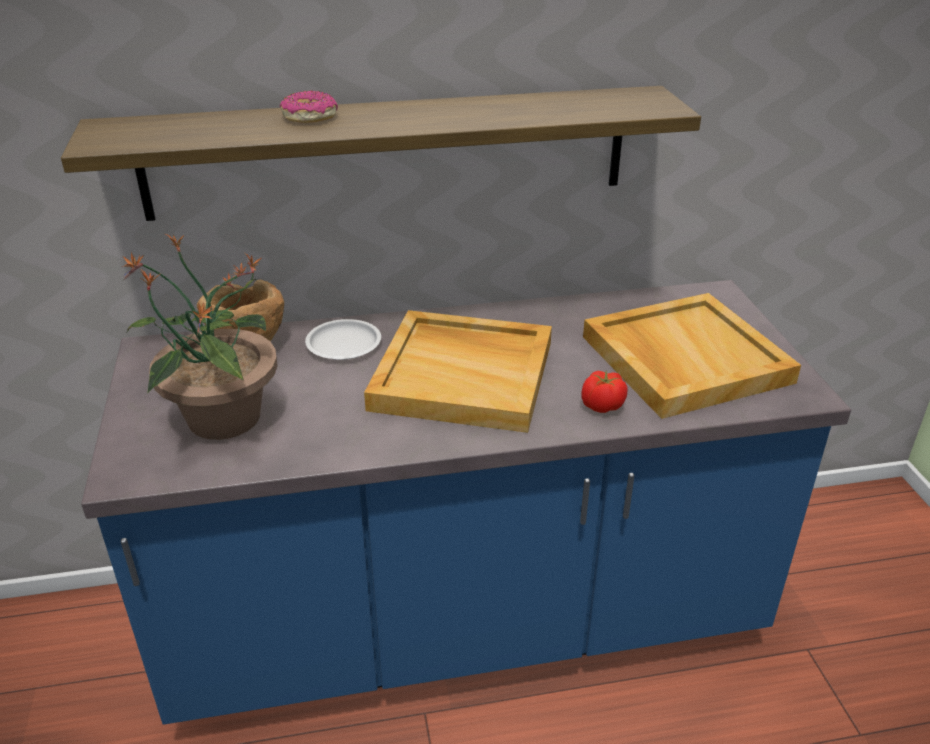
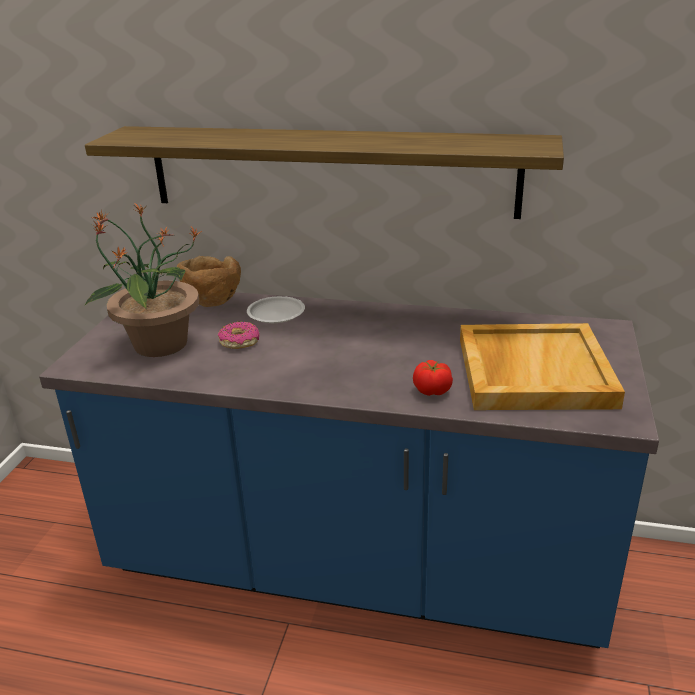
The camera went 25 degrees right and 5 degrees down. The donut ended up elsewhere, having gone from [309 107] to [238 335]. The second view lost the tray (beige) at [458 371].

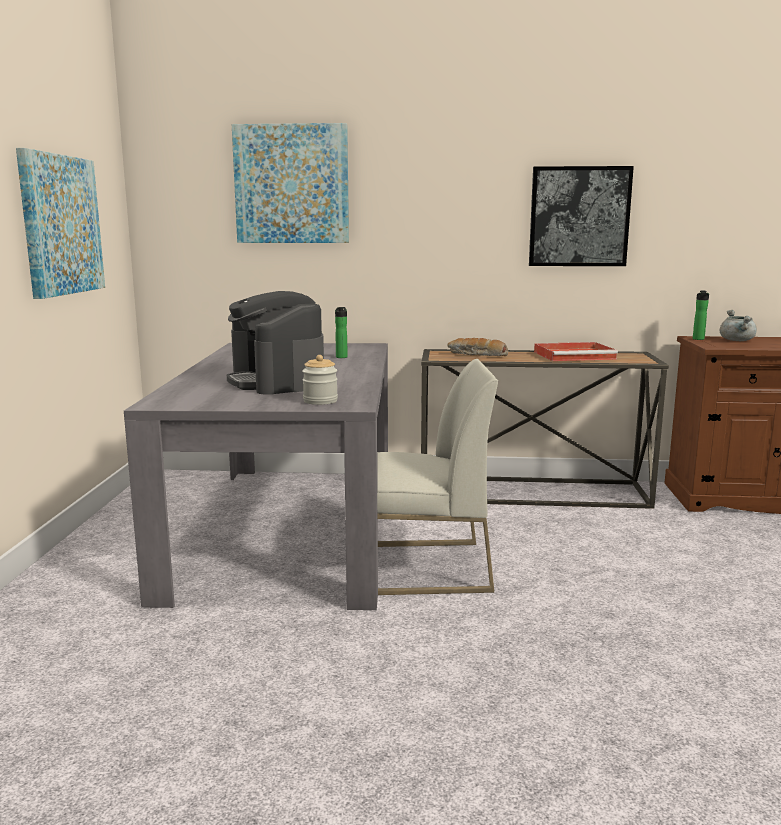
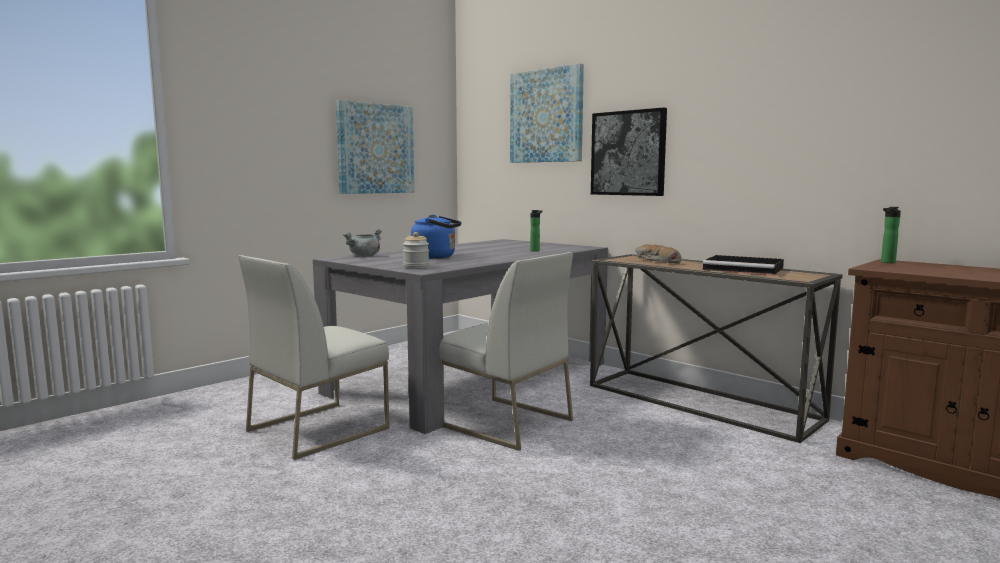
The camera went 40 degrees right and 5 degrees down. The picture ended up elsewhere, having gone from [581 216] to [629 152]. Where the coffee machine stood at [275 343], the kettle (blue) came to stand at [436 236]. The cooking pot (grey) ended up elsewhere, having gone from [738 325] to [362 242]. What was the tray (red) at [576 351] turned into the tray (black) at [743 265]. The second view gained the chair (white) at [313 357].

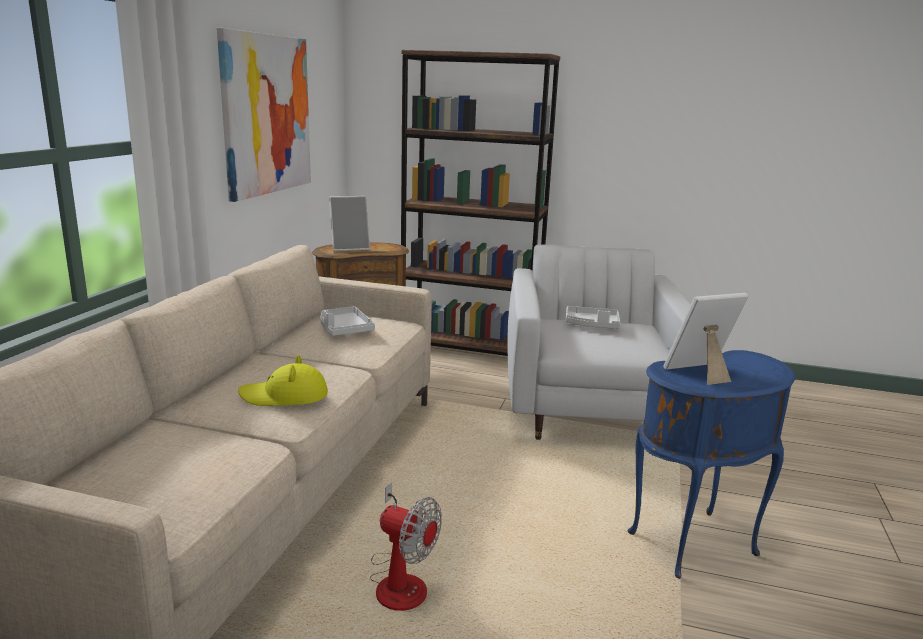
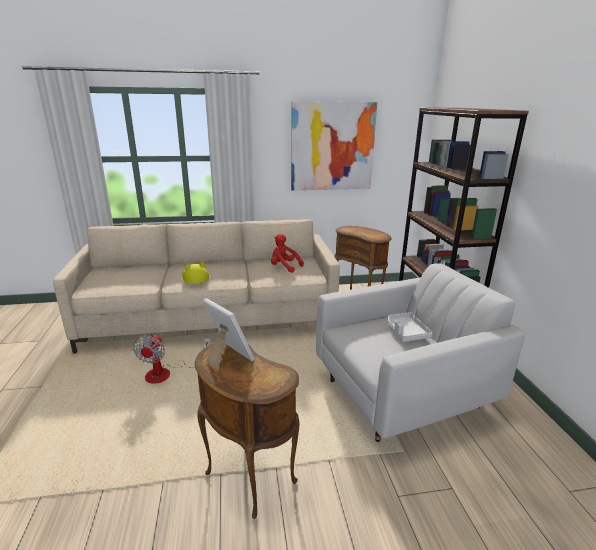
The camera went 65 degrees right and 5 degrees up. The second view lost the picture frame at [349 224]. Where the tray (grey) stood at [347 321], the plush toy (red) came to stand at [287 253]. What was the side table (blue) at [711 464] turned into the side table (brown) at [247 430].

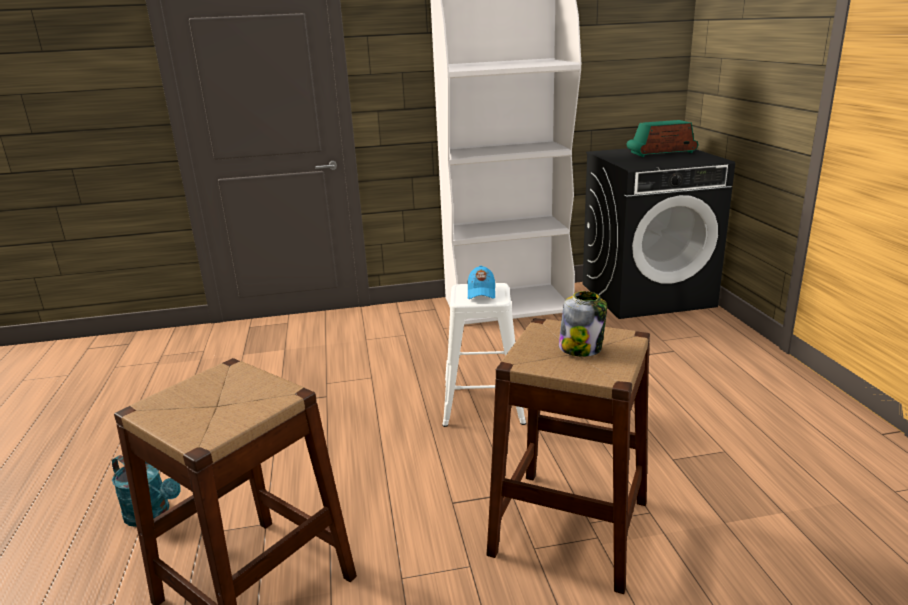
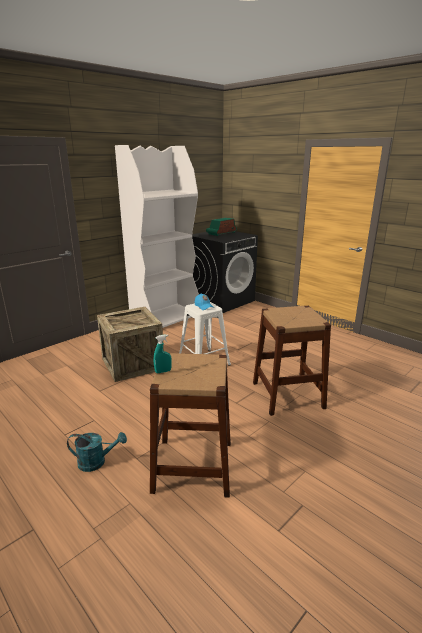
The camera went 35 degrees left and 0 degrees up. The second view lost the jar at [583 324]. The second view gained the crate at [130 344]. The second view gained the spray bottle (turquoise) at [163 353].

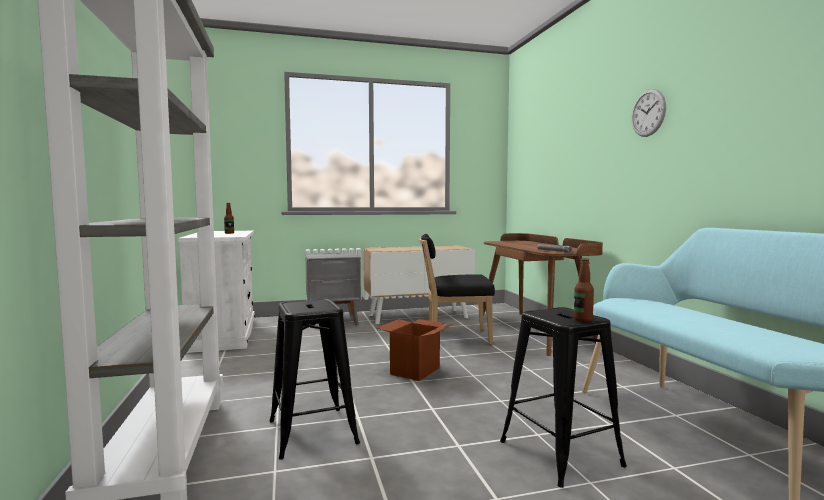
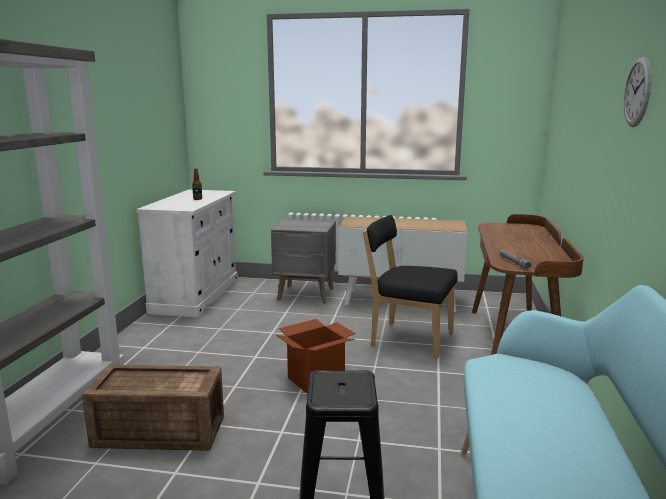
The camera went 25 degrees right and 10 degrees up. The second view lost the bottle at [584 290]. Where the stool (black) stood at [315 379], the crate came to stand at [153 408].

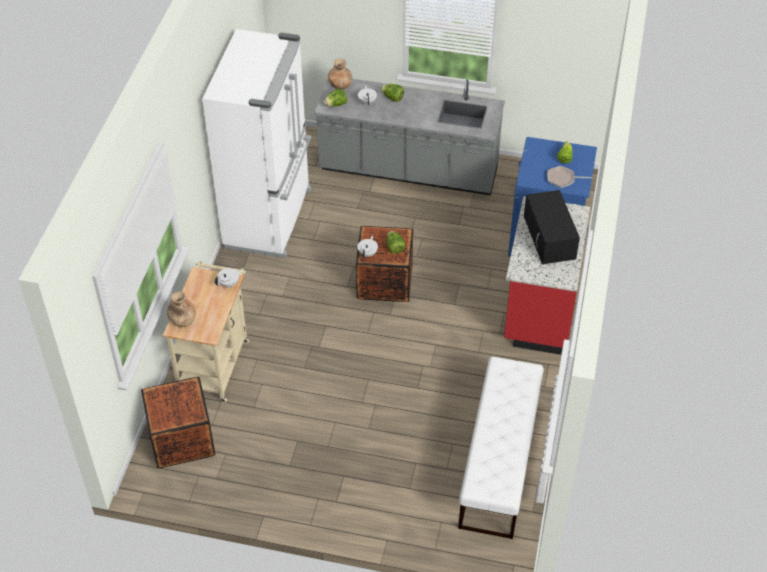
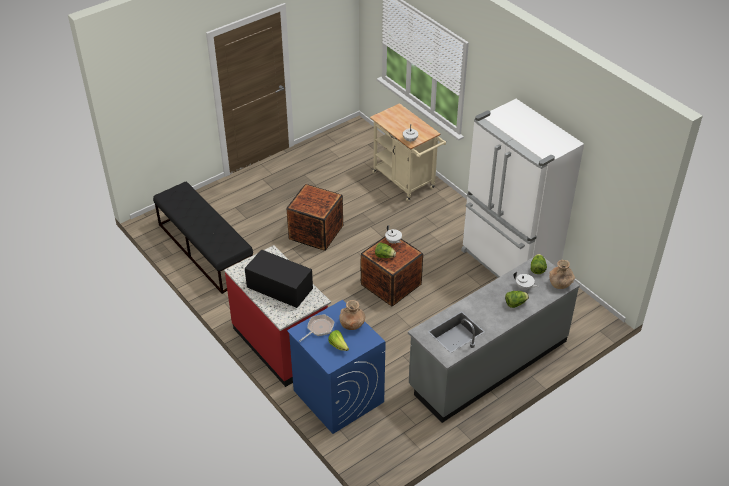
The camera went 130 degrees right and 5 degrees down. The vase (brown) ended up elsewhere, having gone from [181 309] to [352 315]. What was the bench (white) at [501 448] turned into the bench (black) at [203 238]. The crate ended up elsewhere, having gone from [178 422] to [315 217].

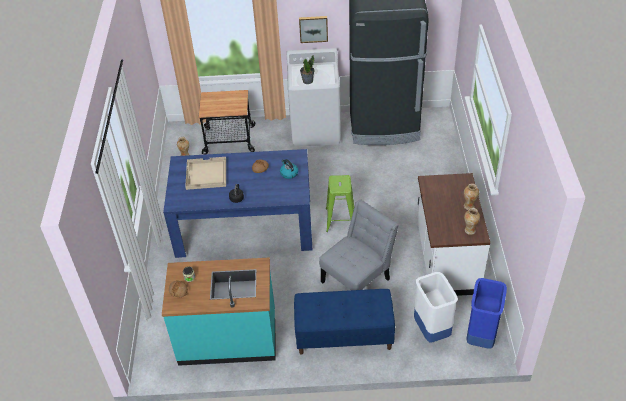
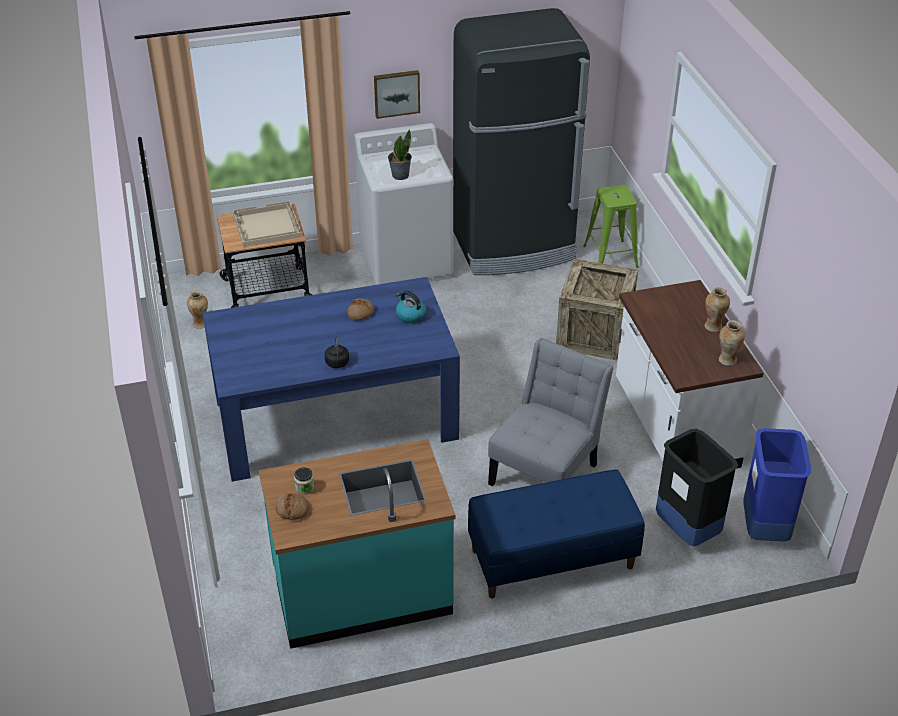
The camera went 15 degrees left and 5 degrees down. The tray (beige) ended up elsewhere, having gone from [205 173] to [267 224]. The stool (green) ended up elsewhere, having gone from [340 203] to [610 226]. What was the trash can (white) at [436 307] turned into the trash can (black) at [697 487]. The second view gained the crate at [597 310].

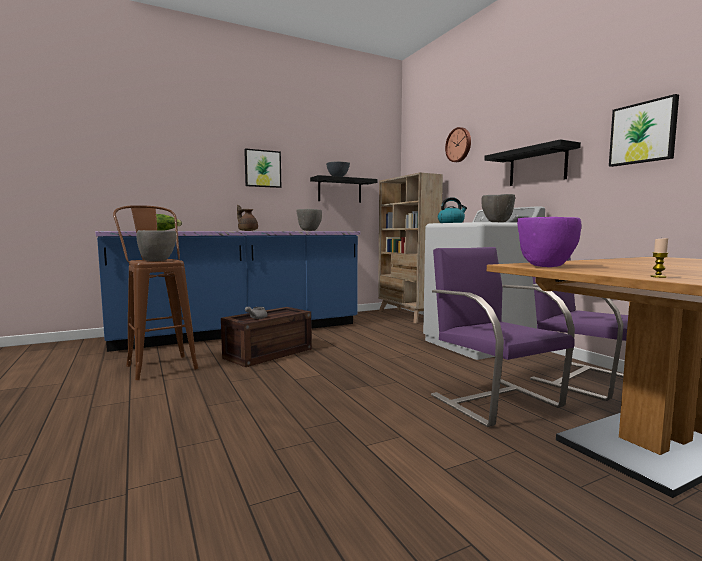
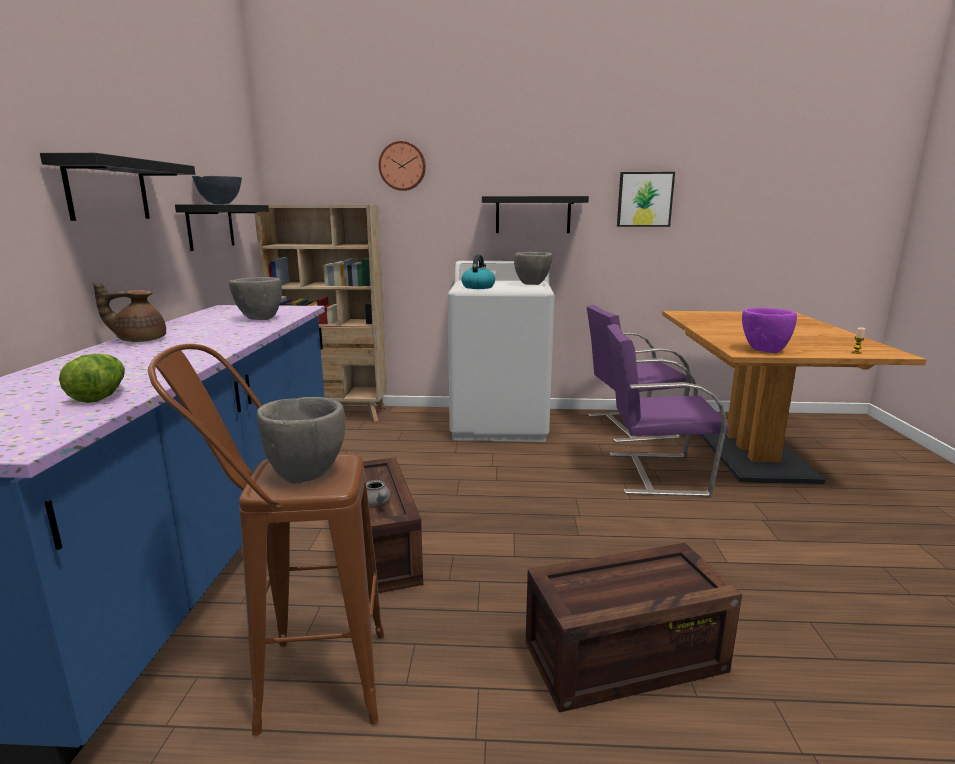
The camera went 60 degrees left and 10 degrees up. Where the picture hung at [262 168], the shelf (black) came to hang at [117 187]. The second view gained the crate at [634 628].

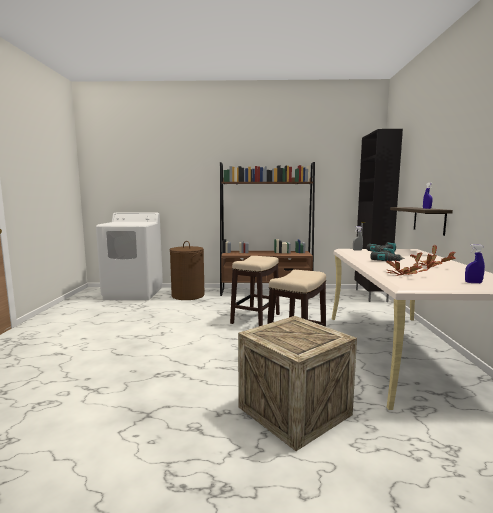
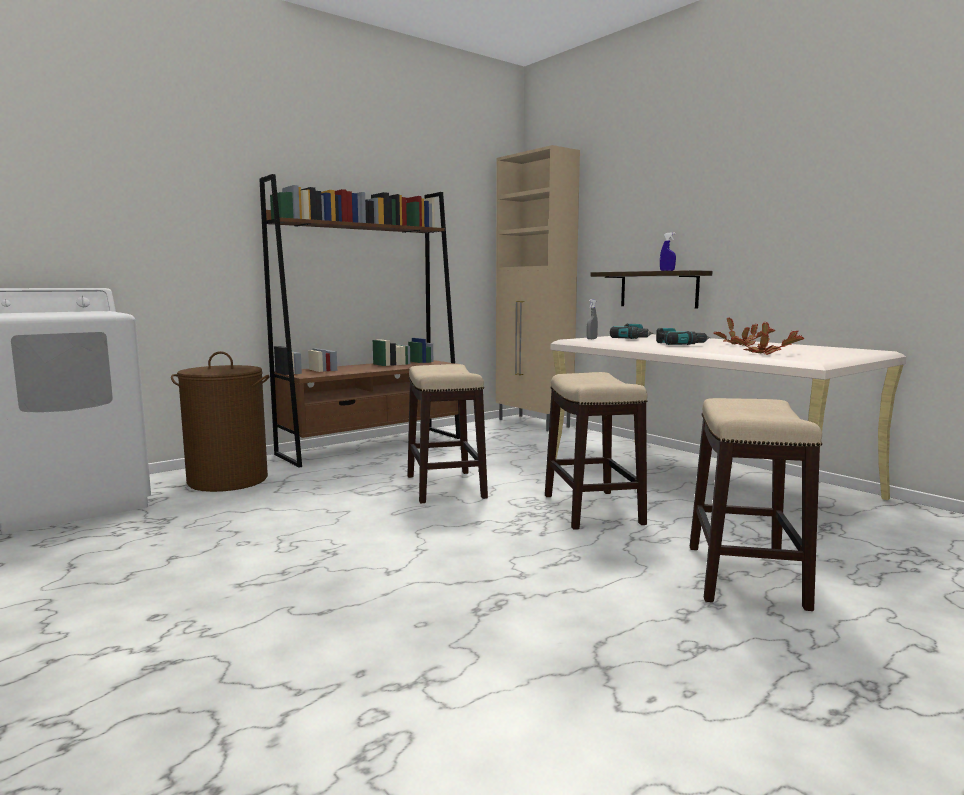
The camera went 40 degrees left and 0 degrees up. What was the cabinet (black) at [378 215] turned into the cabinet (beige) at [538 288]. The second view lost the spray bottle (blue) at [475 263]. Where the crate stood at [297 383], the stool came to stand at [756 504].

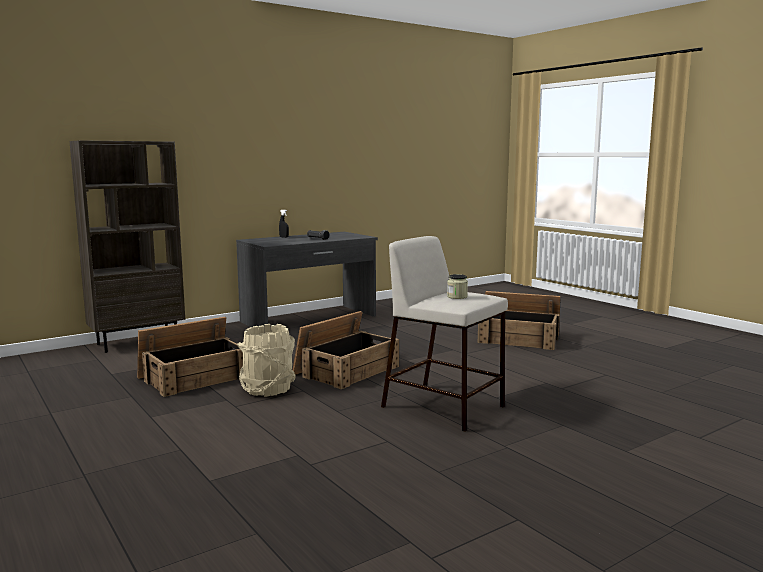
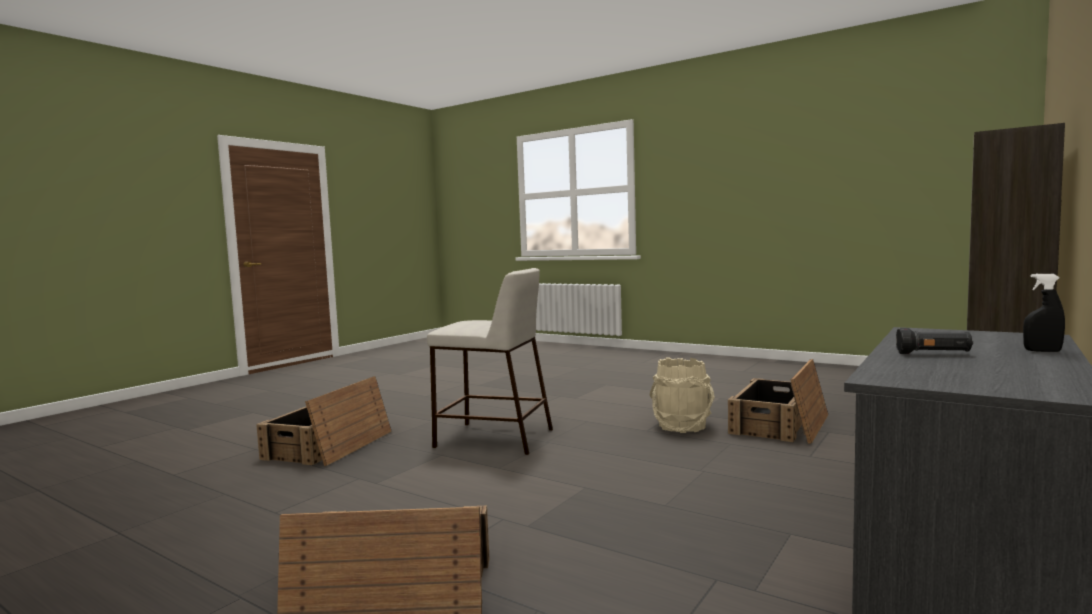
The camera went 160 degrees right and 5 degrees down. The second view lost the jar at [457 286]. The crate ended up elsewhere, having gone from [345 350] to [324 421].

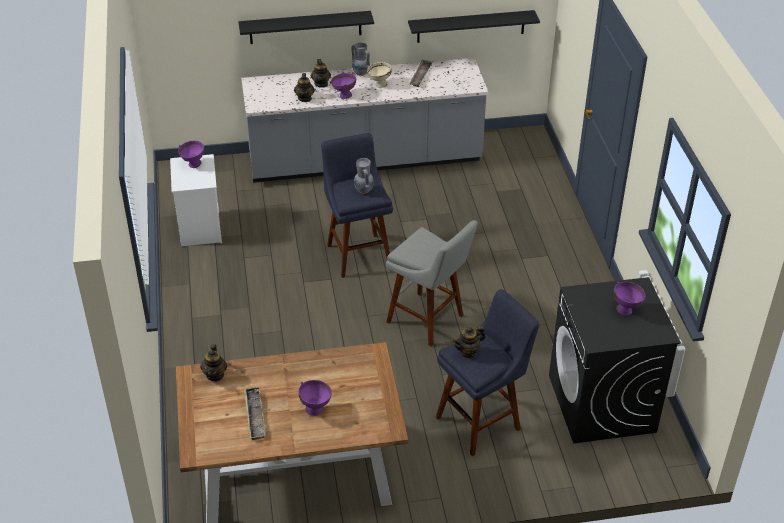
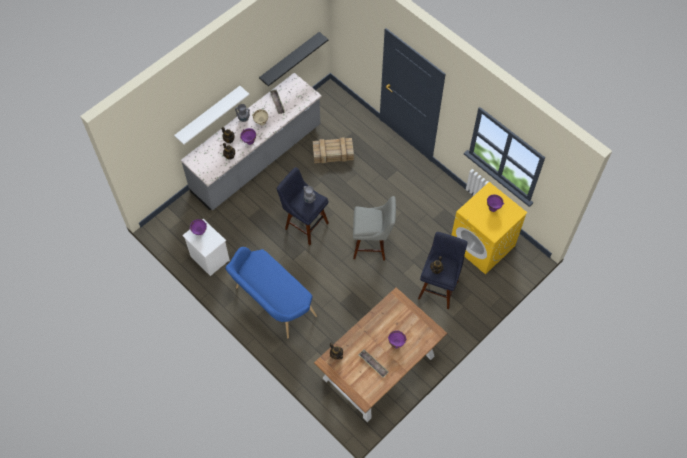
The camera went 35 degrees left and 20 degrees up. What was the shelf (black) at [306 27] turned into the shelf (white) at [211 115]. What was the washing machine (black) at [615 360] turned into the washing machine (yellow) at [489 228]. The second view gained the crate at [333 150]. The second view gained the bench (blue) at [271 292].

